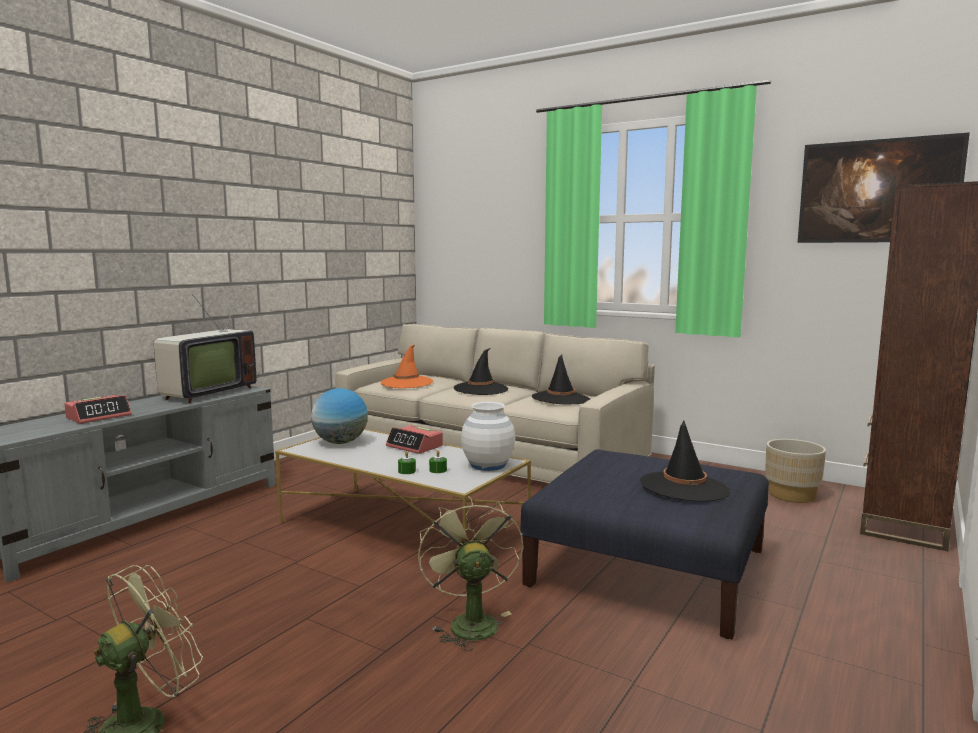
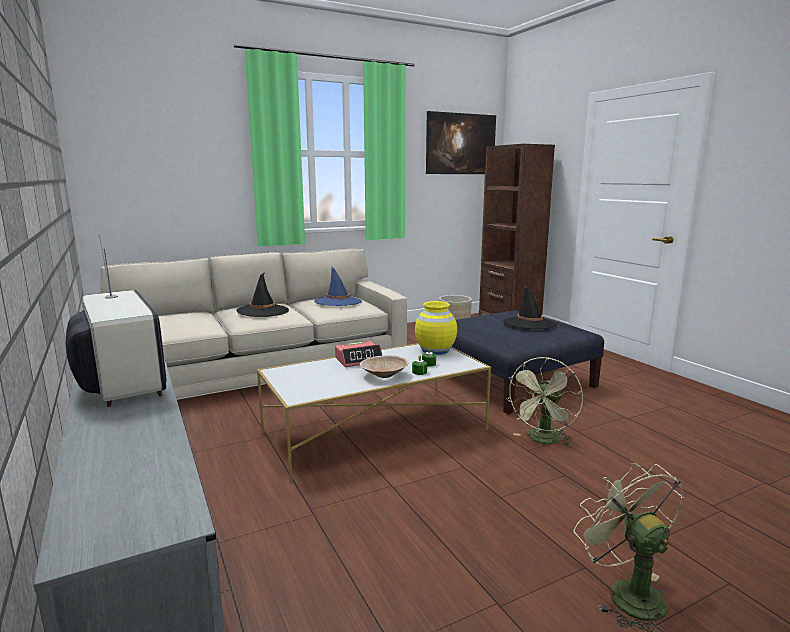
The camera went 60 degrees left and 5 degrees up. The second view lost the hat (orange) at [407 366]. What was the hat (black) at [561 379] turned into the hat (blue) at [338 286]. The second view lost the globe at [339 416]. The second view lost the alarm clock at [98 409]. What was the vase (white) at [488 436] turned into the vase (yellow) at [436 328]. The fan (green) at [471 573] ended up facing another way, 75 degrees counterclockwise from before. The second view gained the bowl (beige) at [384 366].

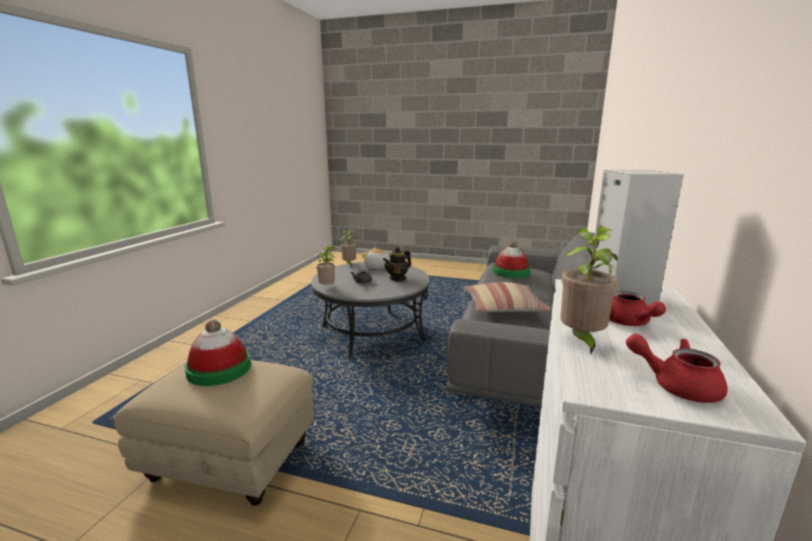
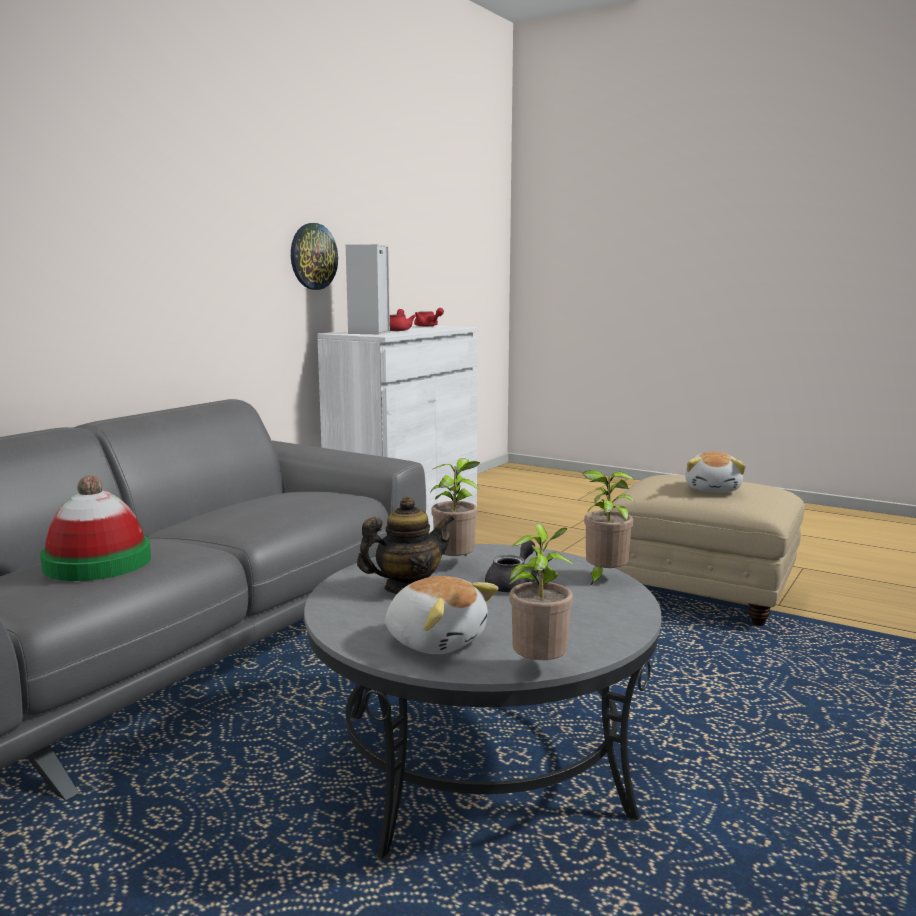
The camera went 165 degrees left and 5 degrees down. The potted plant ended up elsewhere, having gone from [589 291] to [455 507]. The second view lost the pillow at [506 297]. Where the hat stood at [218 353], the plush toy came to stand at [715 472]. The second view gained the wall clock at [314 256].

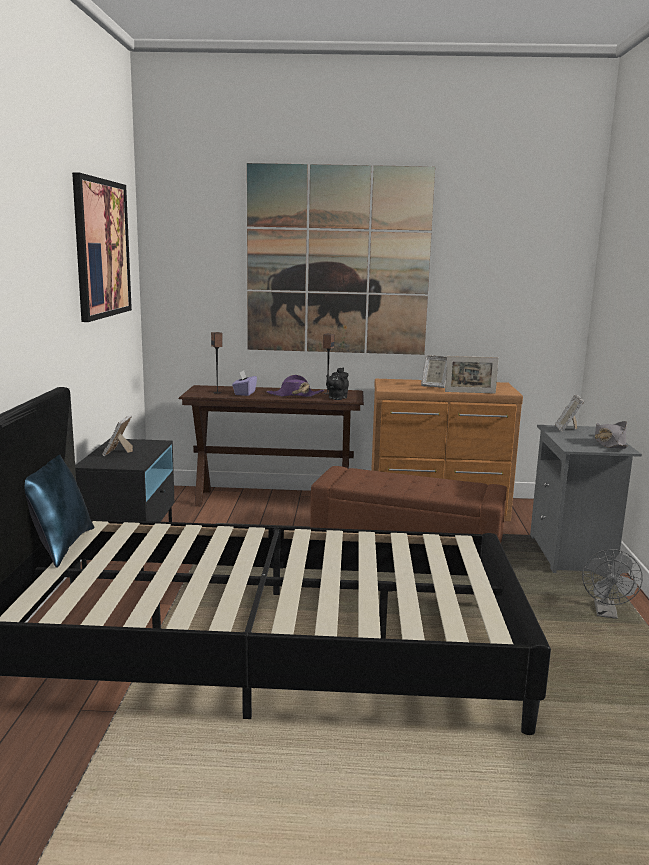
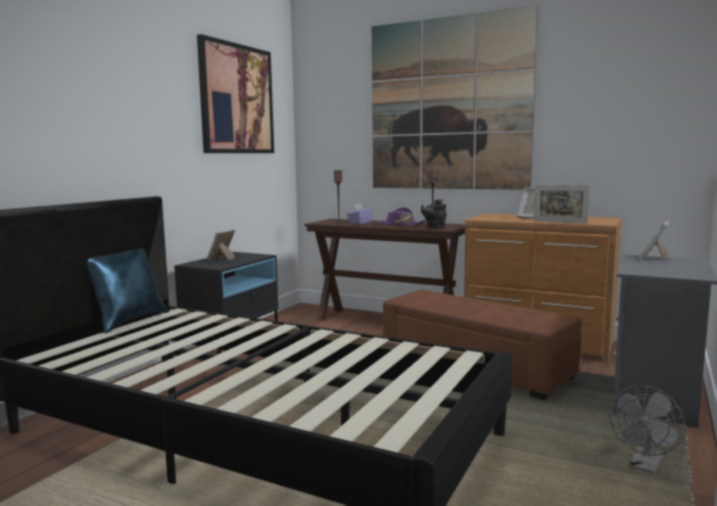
The camera went 25 degrees right and 5 degrees down. The second view lost the hat (grey) at [611 435].

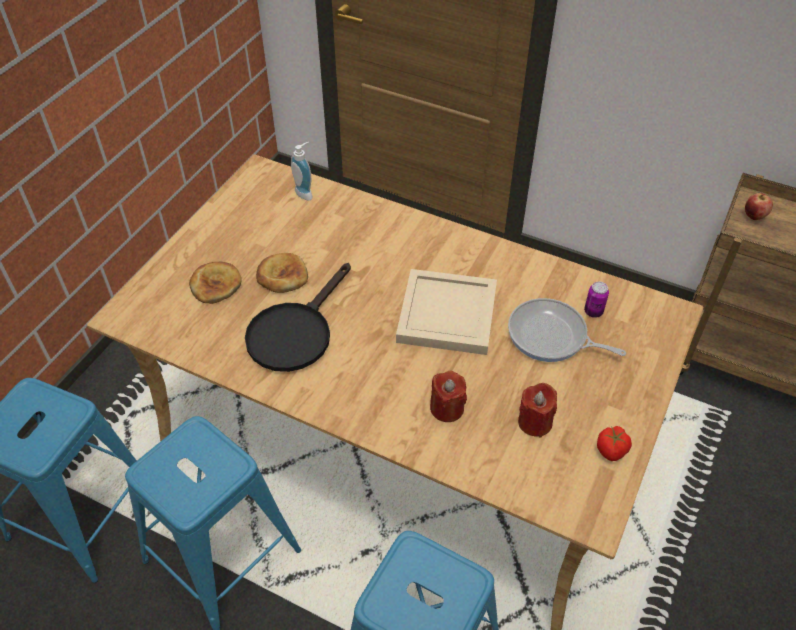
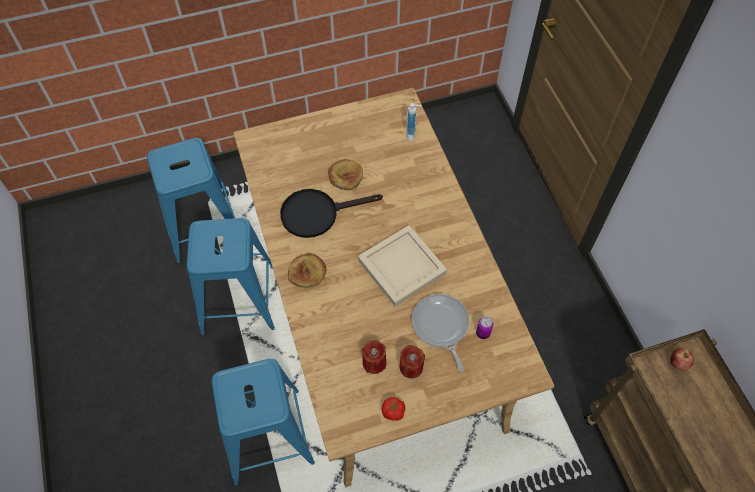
The camera went 45 degrees right and 10 degrees up. The bread ended up elsewhere, having gone from [215 283] to [307 270]. The candle (red) ended up elsewhere, having gone from [448 396] to [412 361].

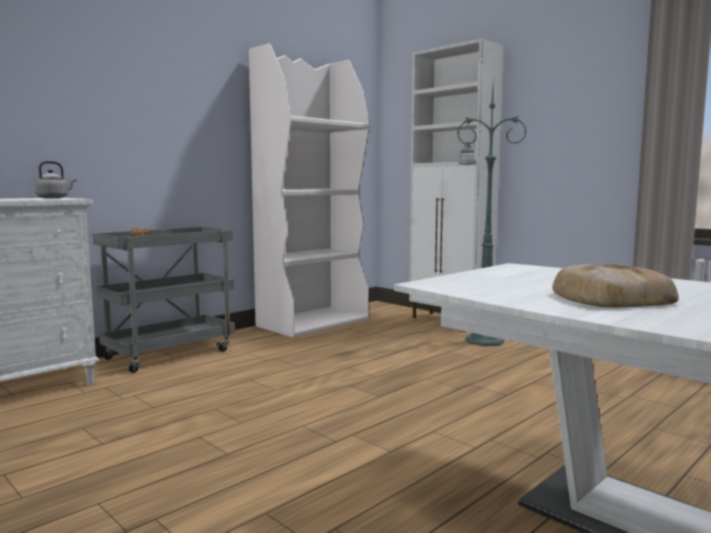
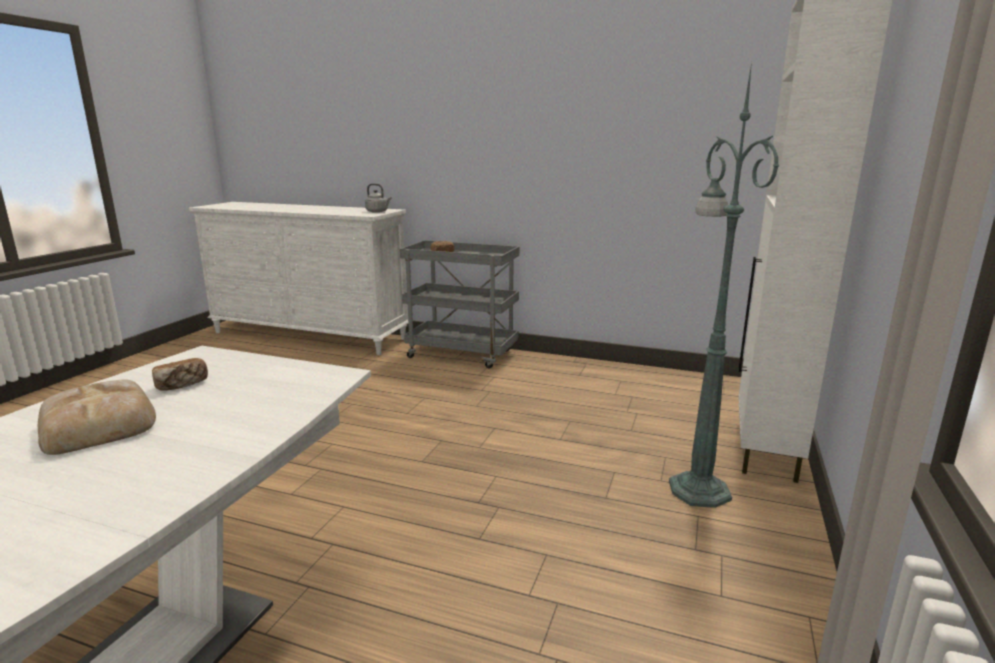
The camera went 65 degrees right and 10 degrees up. The second view lost the bookcase (white) at [309 190]. The second view gained the bread at [180 374].

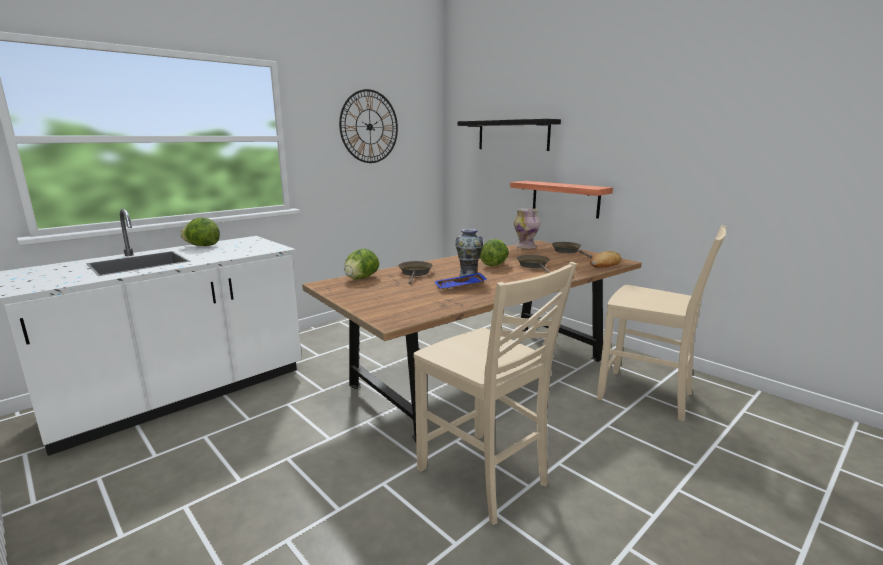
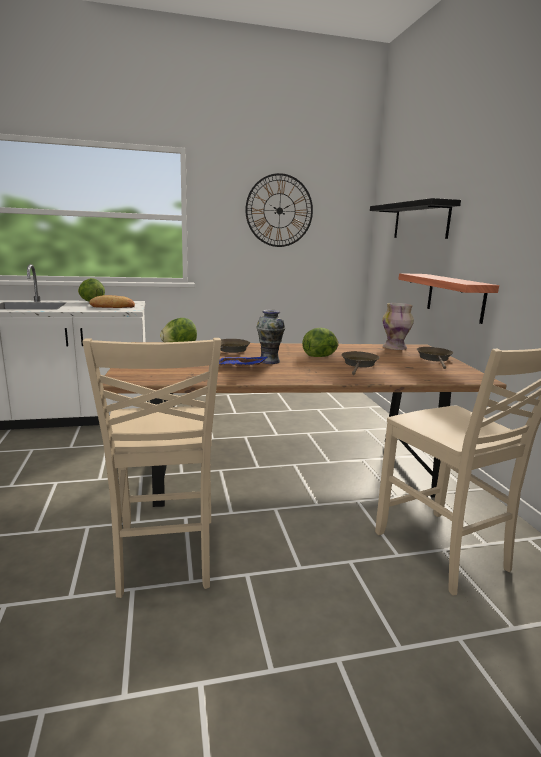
The camera went 30 degrees right and 0 degrees up. The bread ended up elsewhere, having gone from [605 259] to [112 301].

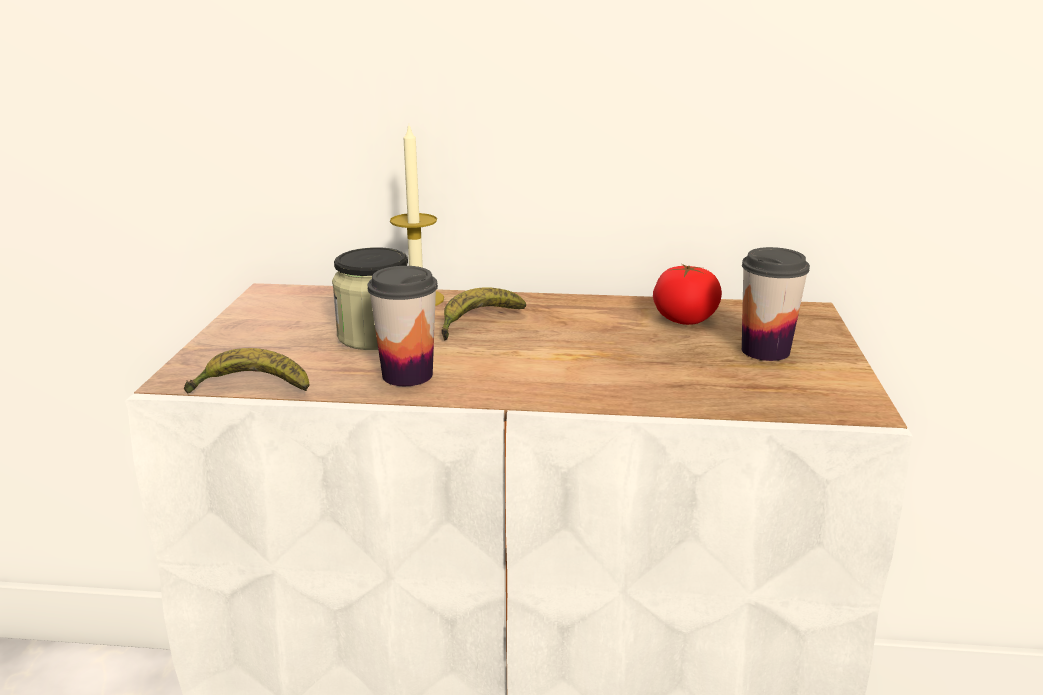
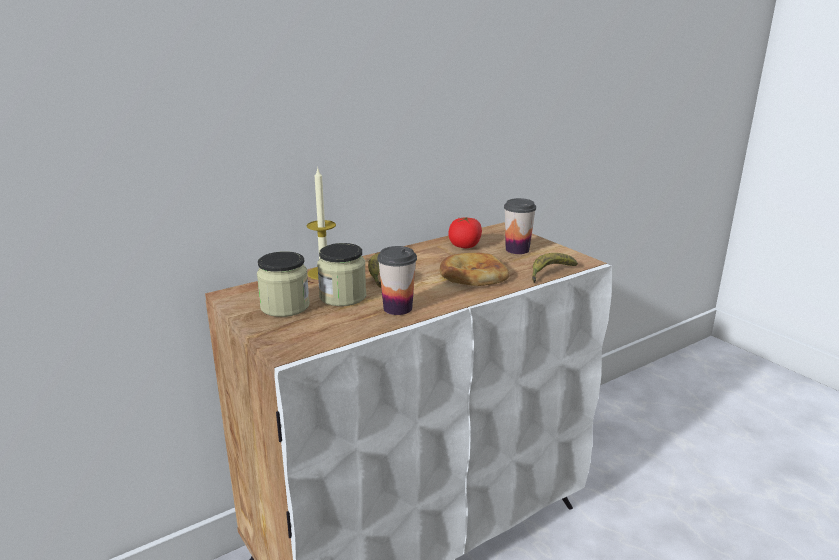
The camera went 40 degrees left and 0 degrees up. The banana ended up elsewhere, having gone from [246 370] to [555 268]. The second view gained the jar at [283 284]. The second view gained the bread at [474 269].

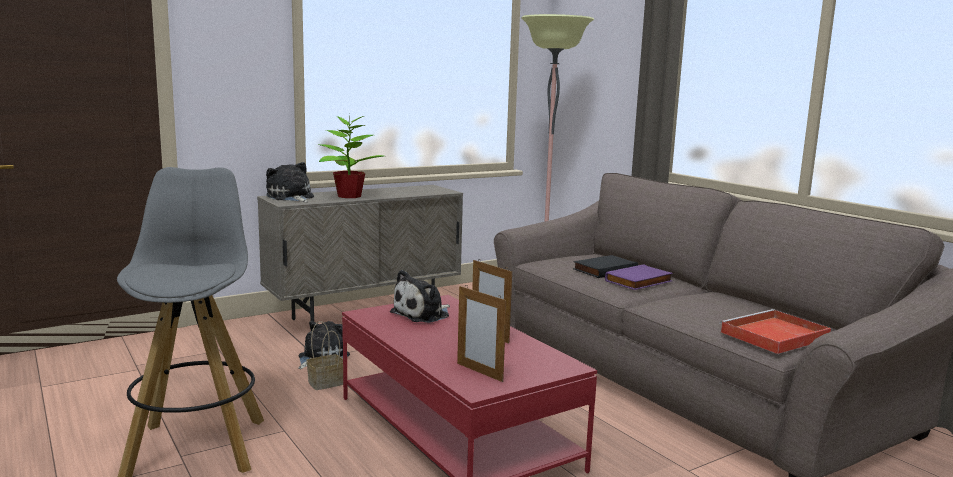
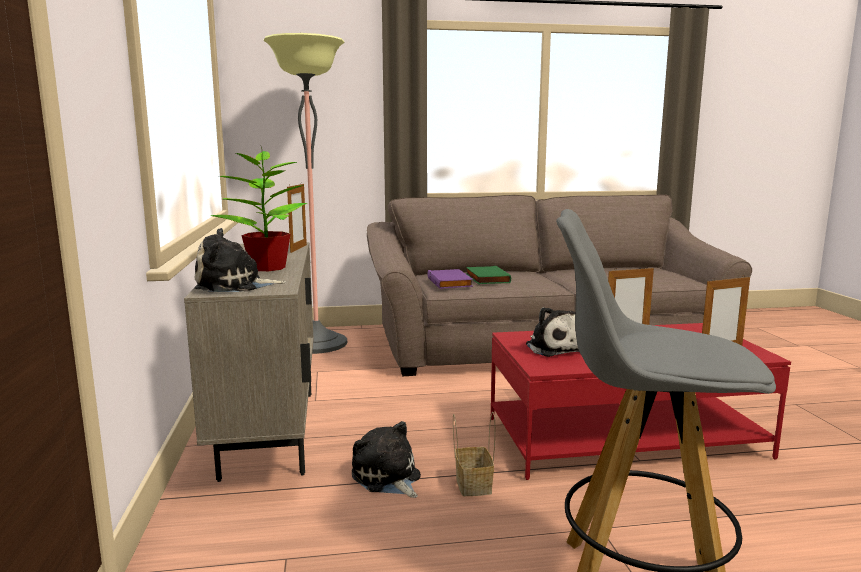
The camera went 65 degrees left and 0 degrees up. What was the book (black) at [605 266] turned into the book (green) at [488 275]. The book (purple) ended up elsewhere, having gone from [639 277] to [450 279]. The second view lost the tray (red) at [775 331]. The second view gained the picture frame at [297 217].

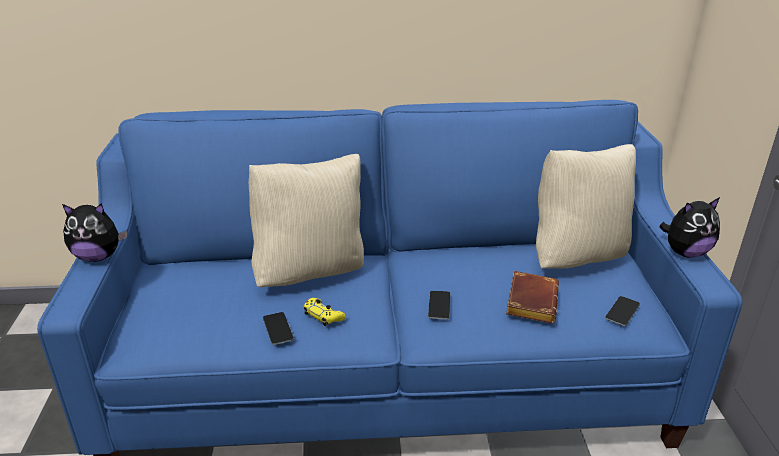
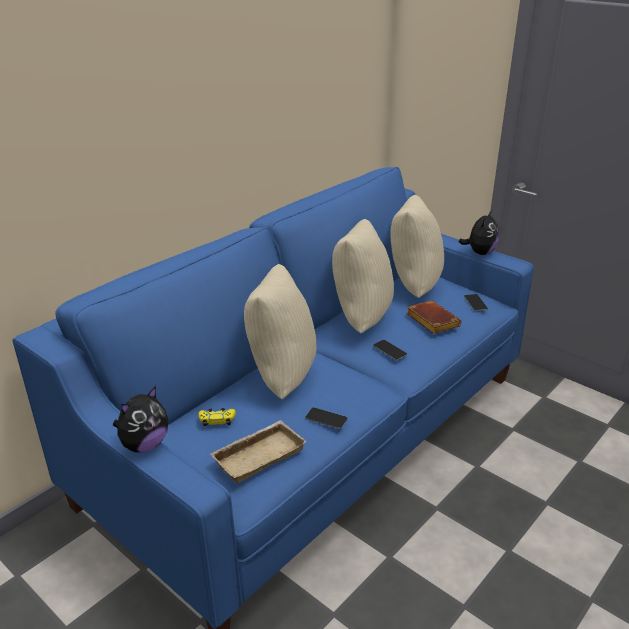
The camera went 45 degrees left and 0 degrees up. The game controller (yellow) ended up elsewhere, having gone from [325 312] to [217 417]. The second view gained the pillow (beige) at [363 276]. The second view gained the tray (beige) at [258 451].

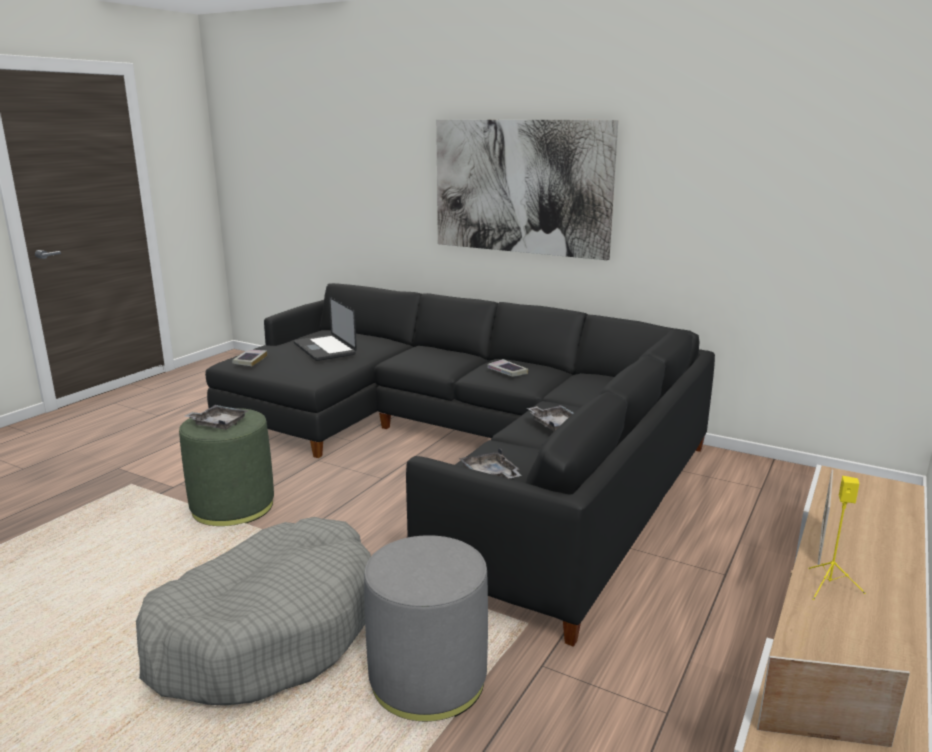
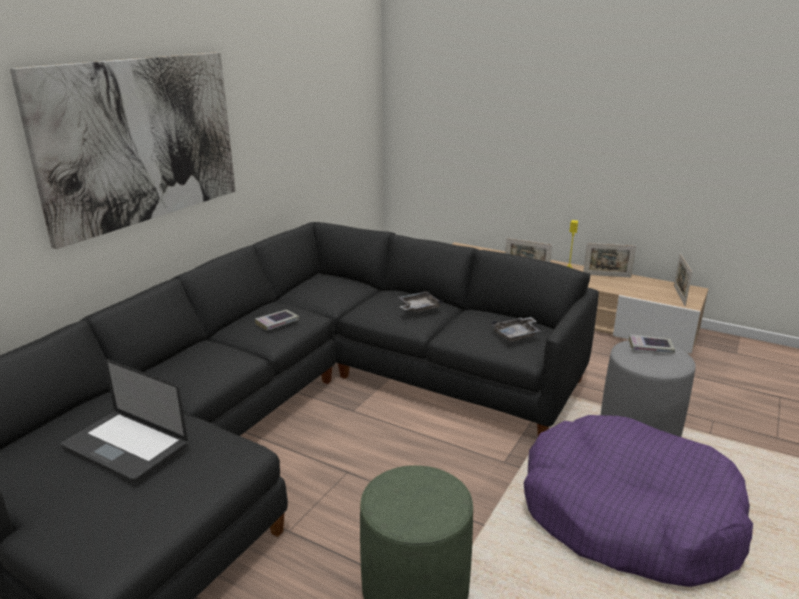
The camera went 90 degrees left and 5 degrees up. The laptop at [325 328] ended up facing another way, 60 degrees clockwise from before. The book ended up elsewhere, having gone from [249 358] to [652 344]. The second view lost the tray (grey) at [216 417]. What was the dog bed (grey) at [253 611] turned into the dog bed (purple) at [638 501]. The second view gained the picture frame at [609 260].

